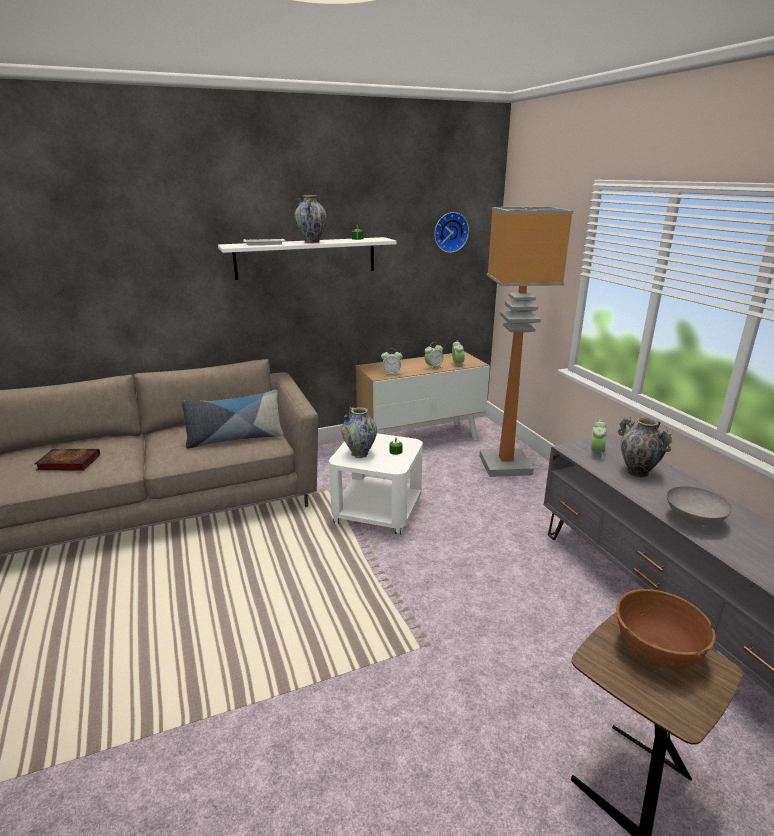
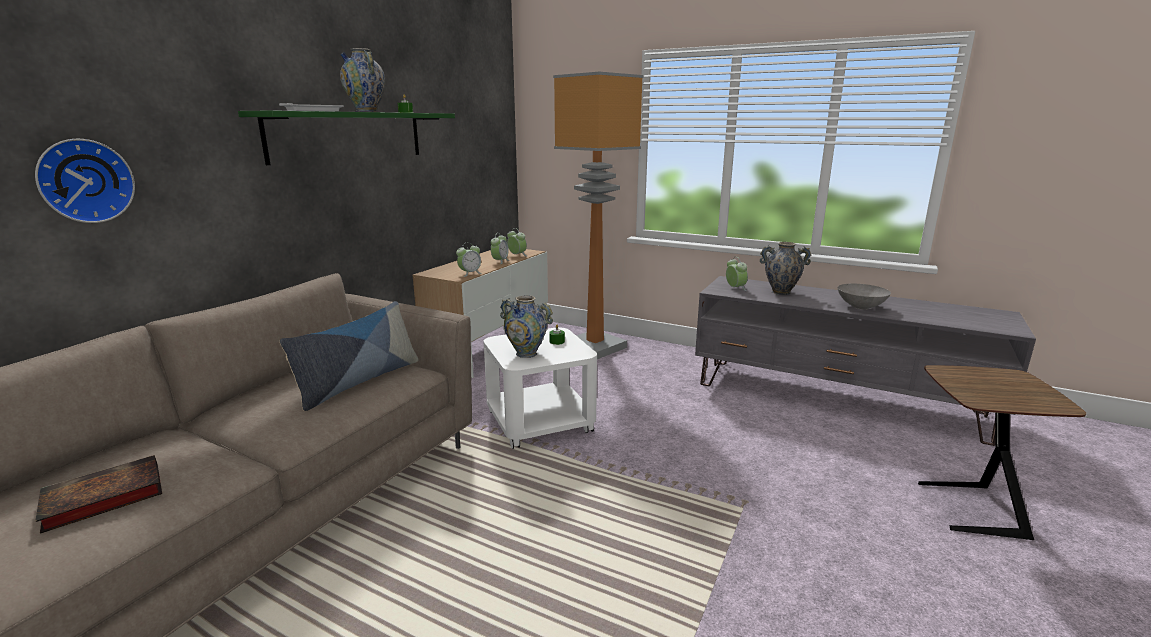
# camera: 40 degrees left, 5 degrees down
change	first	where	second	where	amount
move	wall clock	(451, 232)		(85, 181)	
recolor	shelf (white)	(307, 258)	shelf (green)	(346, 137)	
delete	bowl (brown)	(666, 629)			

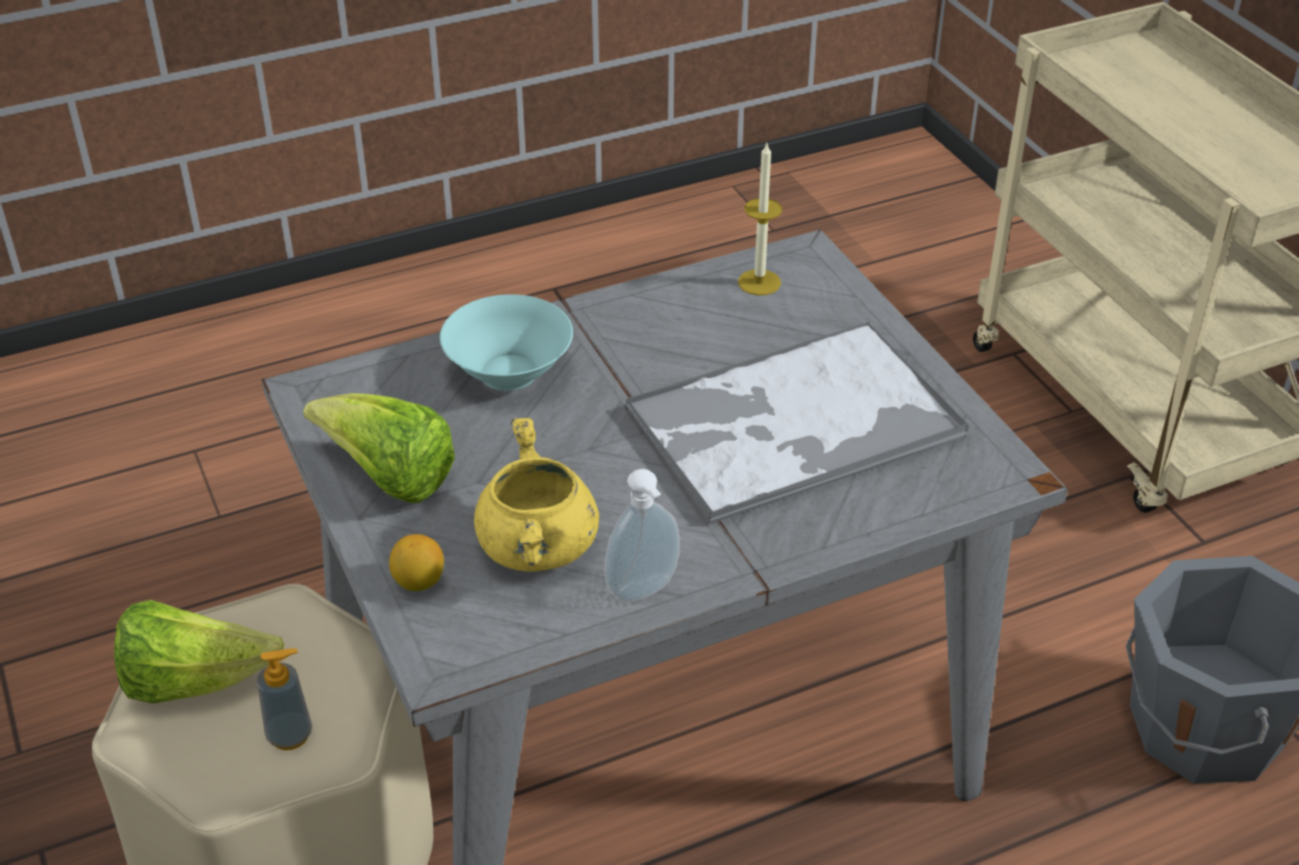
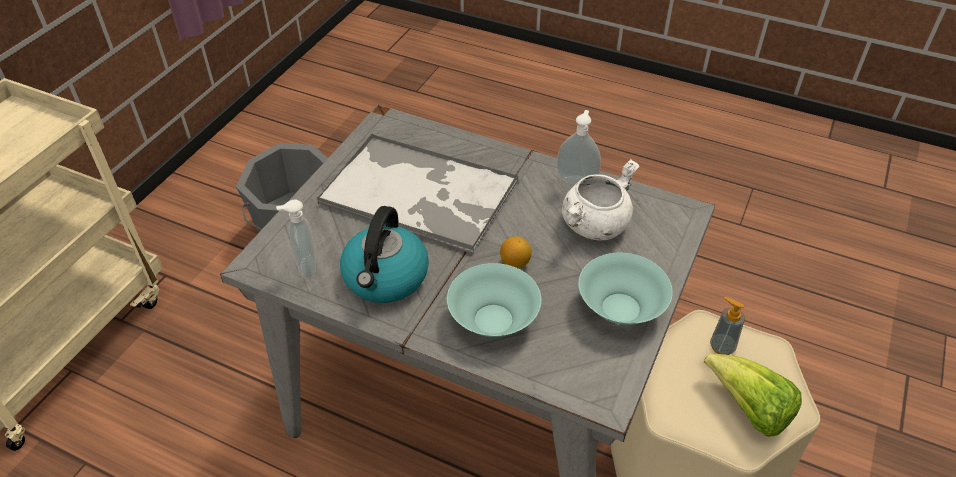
# camera: 130 degrees left, 5 degrees up
change	first	where	second	where	amount
replace	candle	(760, 219)	soap dispenser	(296, 239)	
insert			kettle	(384, 254)	
move	lemon	(416, 562)		(516, 252)	
recolor	cooking pot (yellow)	(536, 495)	cooking pot (white)	(600, 200)	
replace	lettuce	(379, 448)	bowl (turquoise)	(626, 289)	

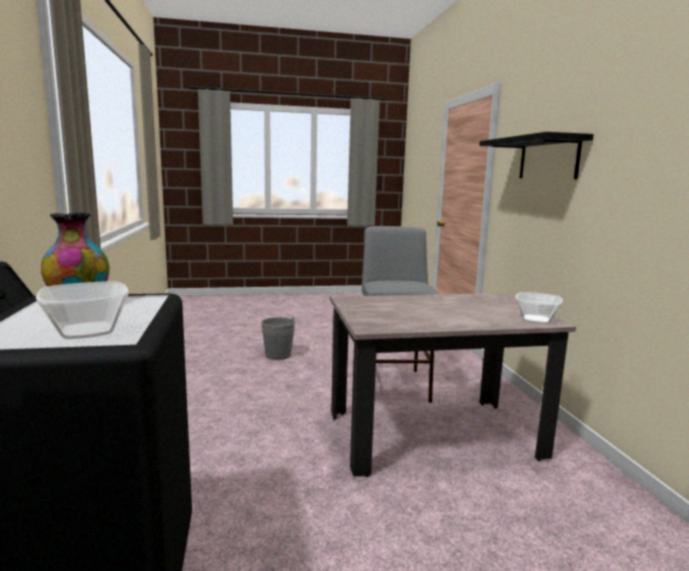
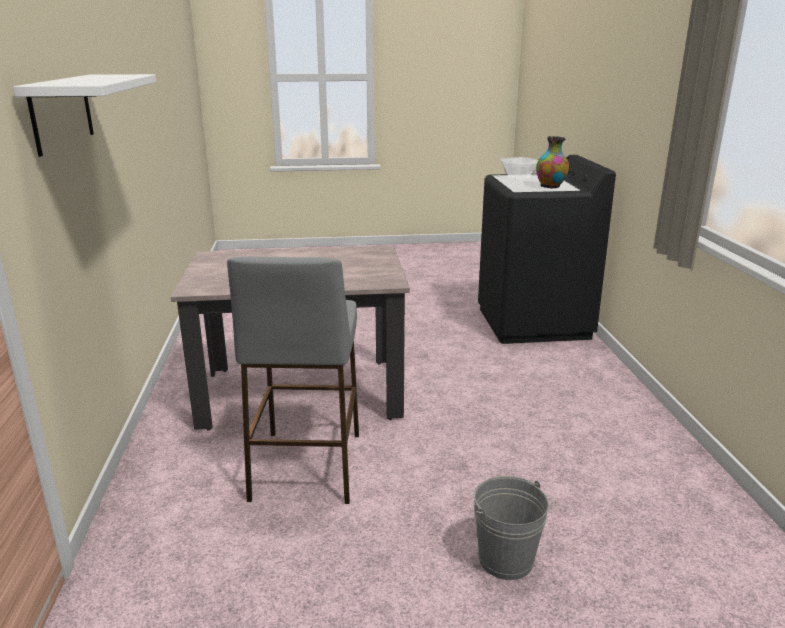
# camera: 175 degrees left, 10 degrees up
change	first	where	second	where	amount
recolor	shelf (black)	(536, 155)	shelf (white)	(84, 115)	
delete	bowl	(539, 308)			

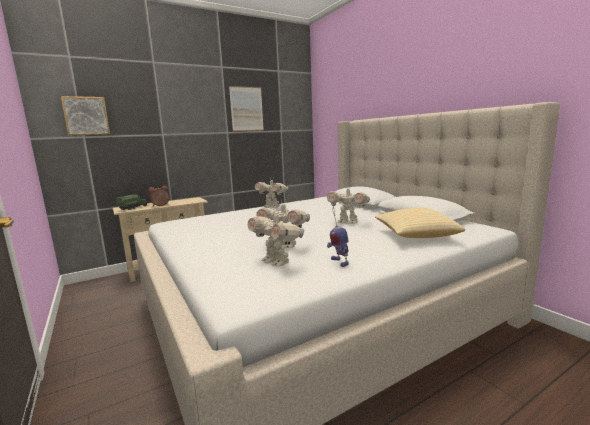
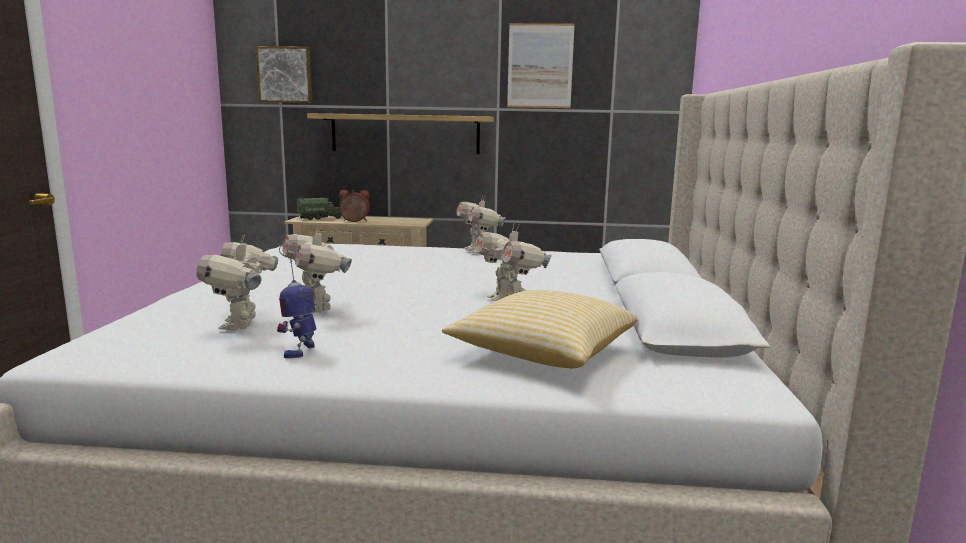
# camera: 35 degrees right, 0 degrees up
change	first	where	second	where	amount
insert			shelf	(400, 133)	

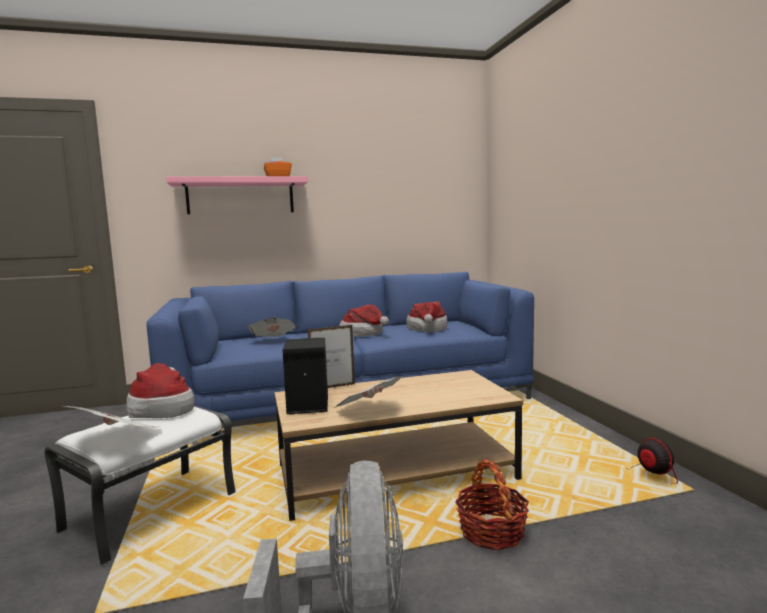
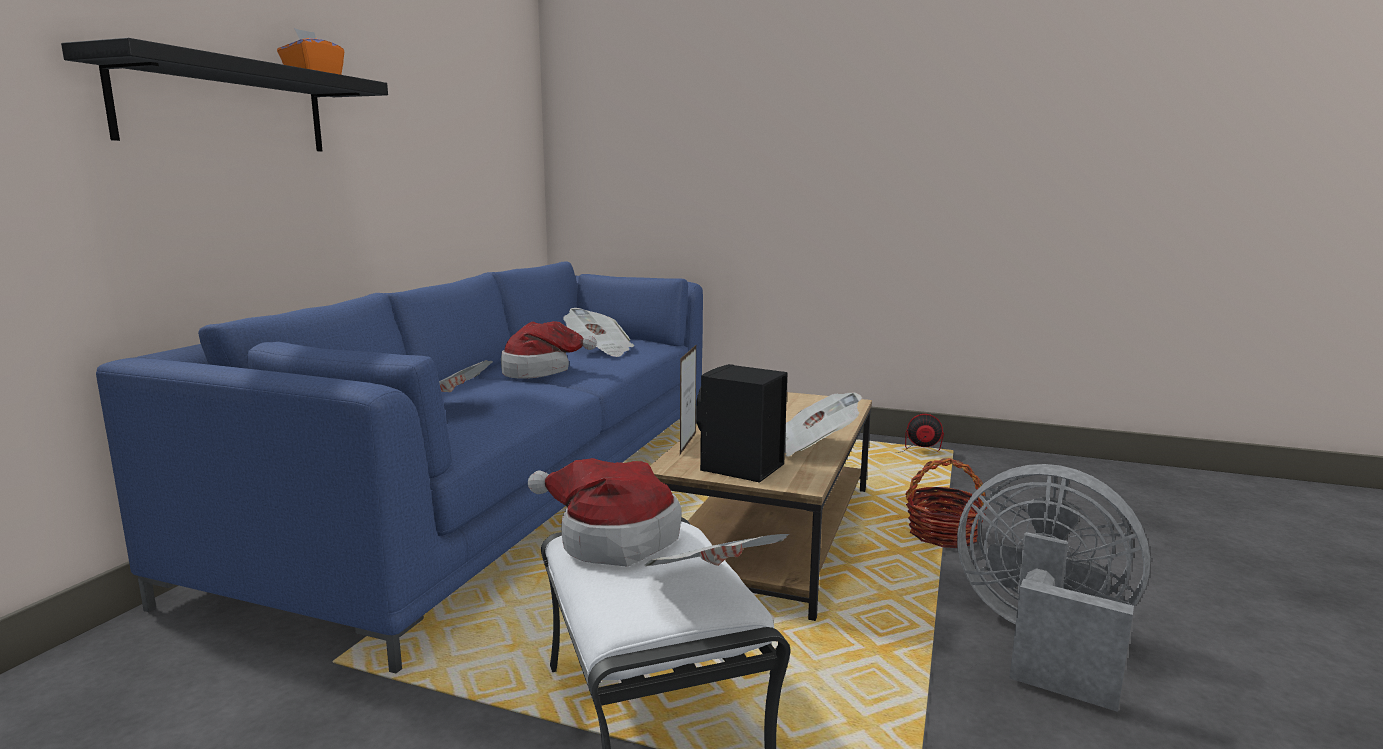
# camera: 55 degrees left, 5 degrees up
change	first	where	second	where	amount
recolor	shelf (pink)	(237, 195)	shelf (black)	(224, 94)	
replace	hat	(426, 316)	newspaper	(598, 332)	

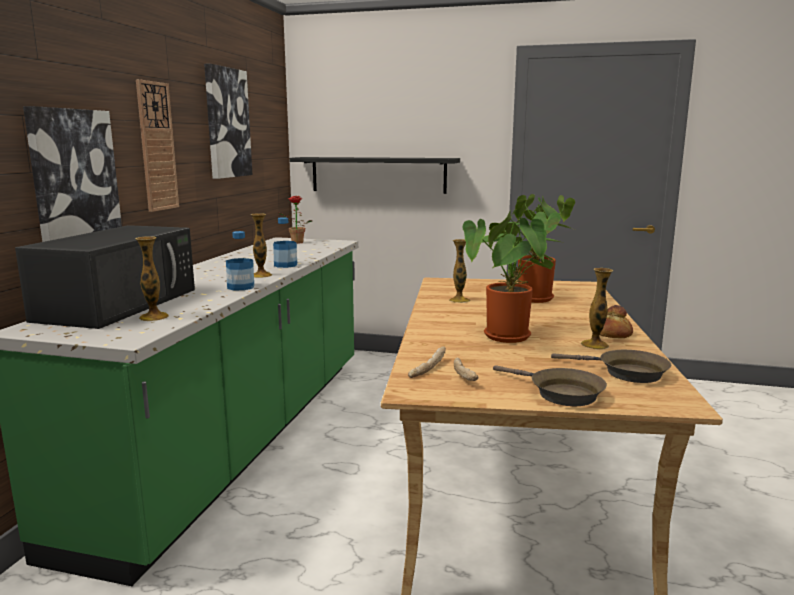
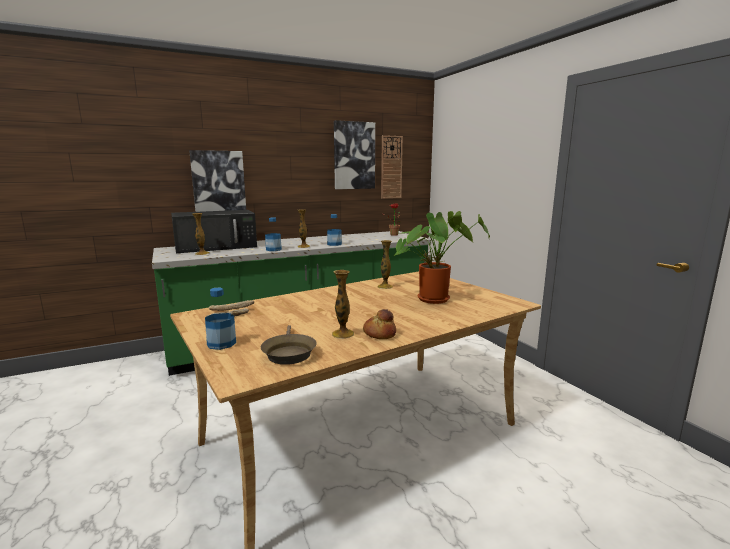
# camera: 50 degrees right, 0 degrees up
change	first	where	second	where	amount
replace	frying pan (brown)	(550, 385)	bottle	(220, 319)	
move	wall clock	(157, 145)		(392, 167)	
delete	shelf (black)	(375, 175)			
delete	potted plant	(511, 276)			

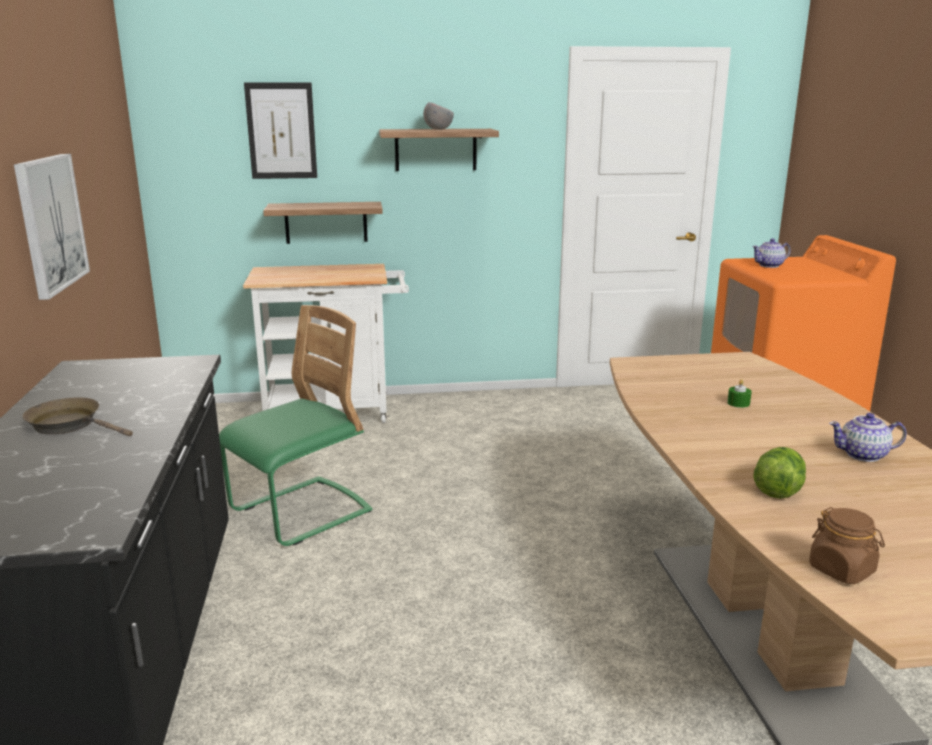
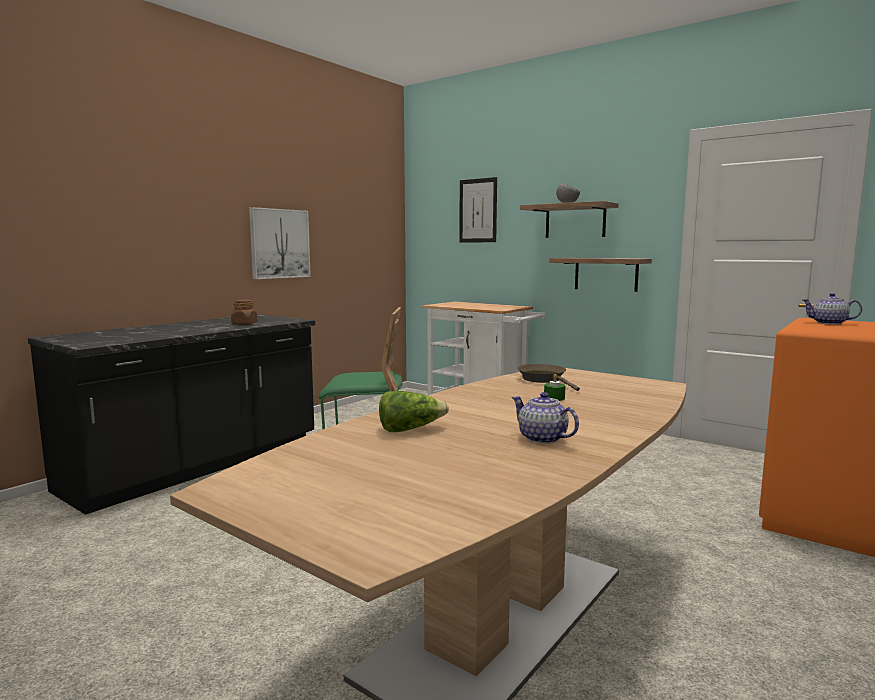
# camera: 45 degrees right, 10 degrees down
change	first	where	second	where	amount
move	jar (brown)	(847, 545)		(244, 312)	
move	frying pan (brown)	(77, 416)		(548, 377)	
move	shelf	(323, 223)		(600, 275)	

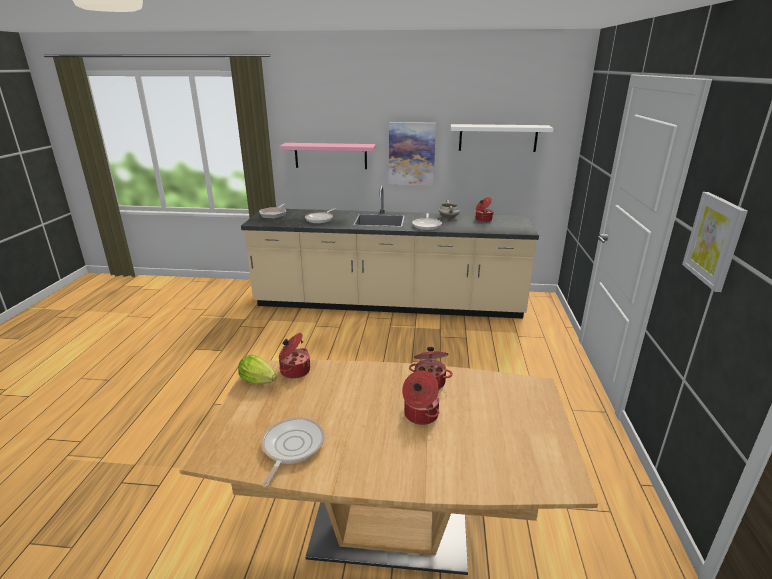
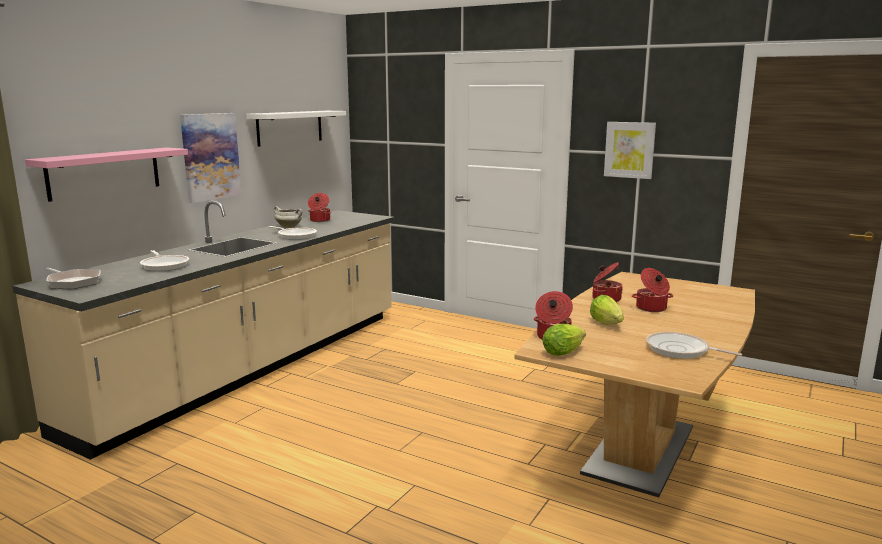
# camera: 65 degrees left, 10 degrees down
change	first	where	second	where	amount
insert			lettuce	(607, 310)	

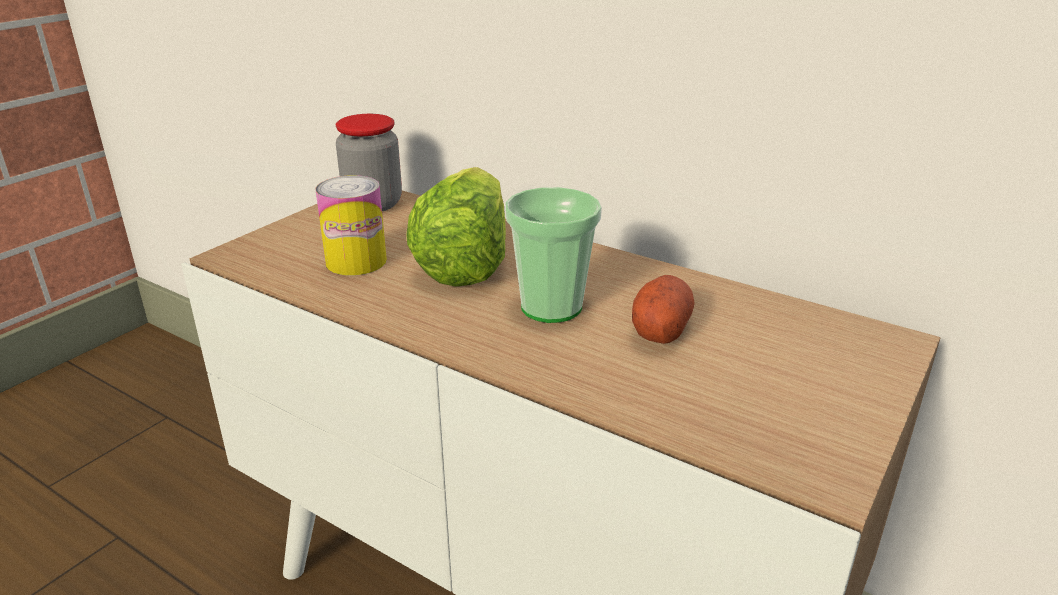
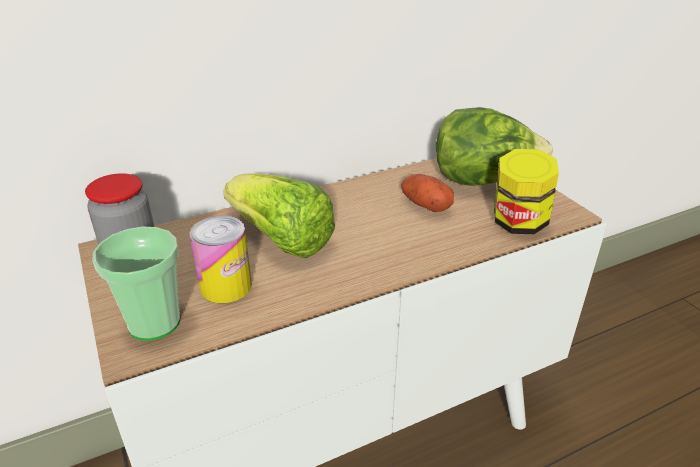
# camera: 60 degrees left, 5 degrees up
change	first	where	second	where	amount
move	cup	(553, 255)		(136, 283)	
insert			lettuce	(494, 146)	
insert			jar	(526, 191)	

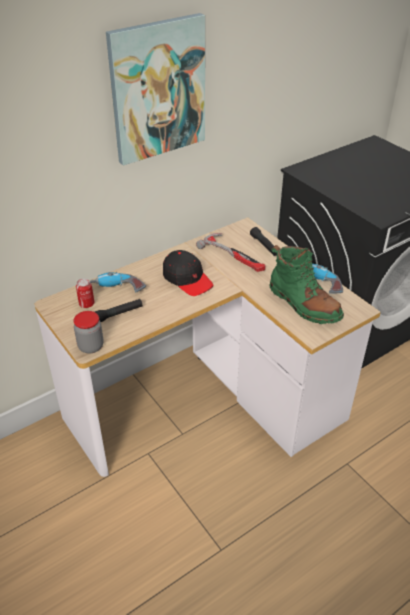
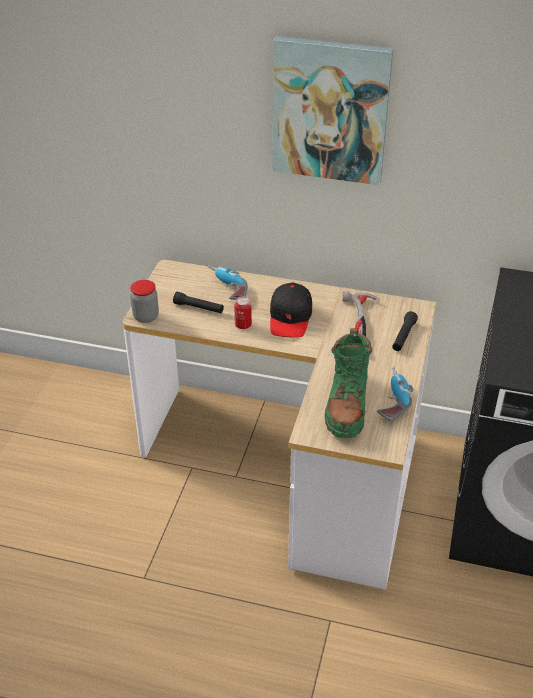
# camera: 50 degrees right, 0 degrees up
change	first	where	second	where	amount
move	can	(85, 293)		(243, 313)	

